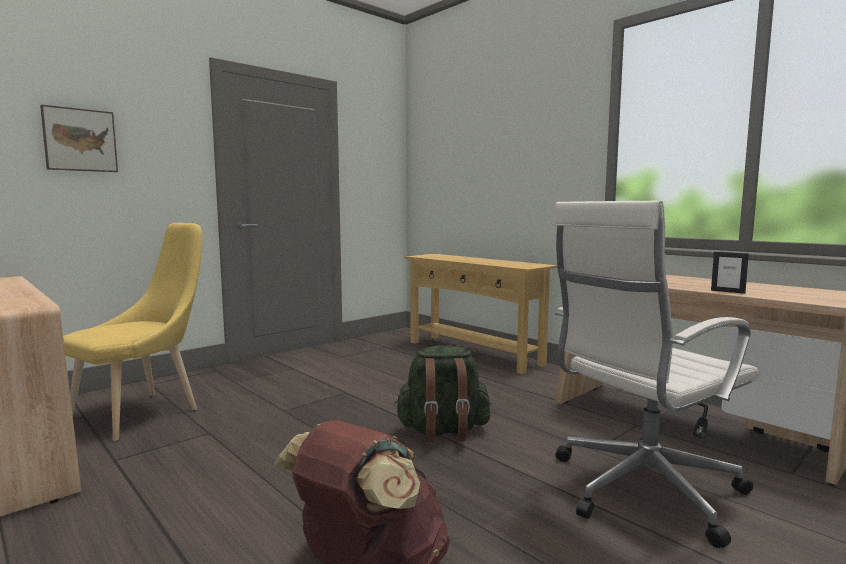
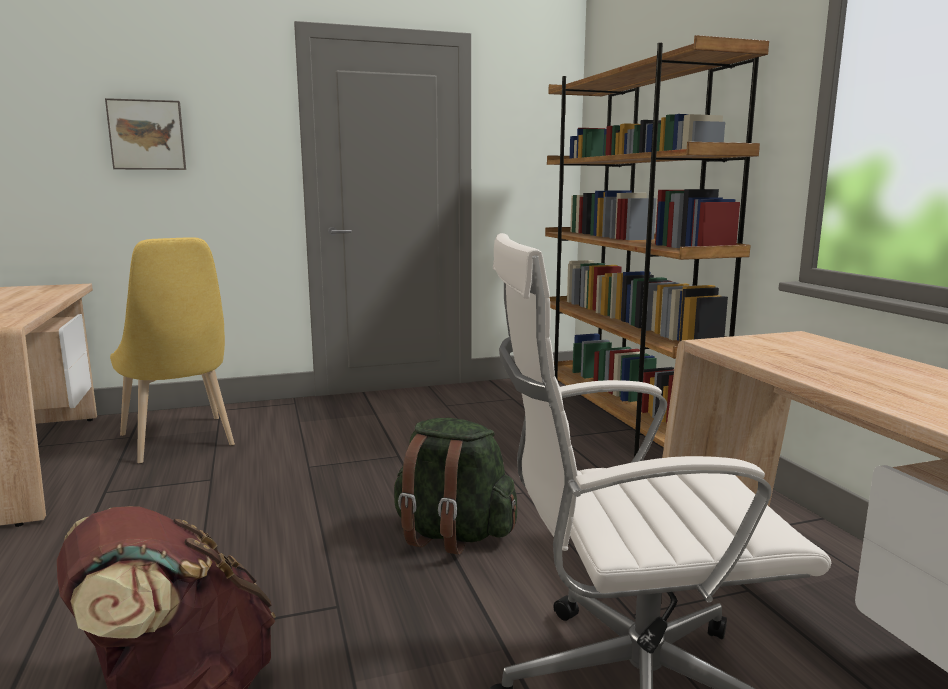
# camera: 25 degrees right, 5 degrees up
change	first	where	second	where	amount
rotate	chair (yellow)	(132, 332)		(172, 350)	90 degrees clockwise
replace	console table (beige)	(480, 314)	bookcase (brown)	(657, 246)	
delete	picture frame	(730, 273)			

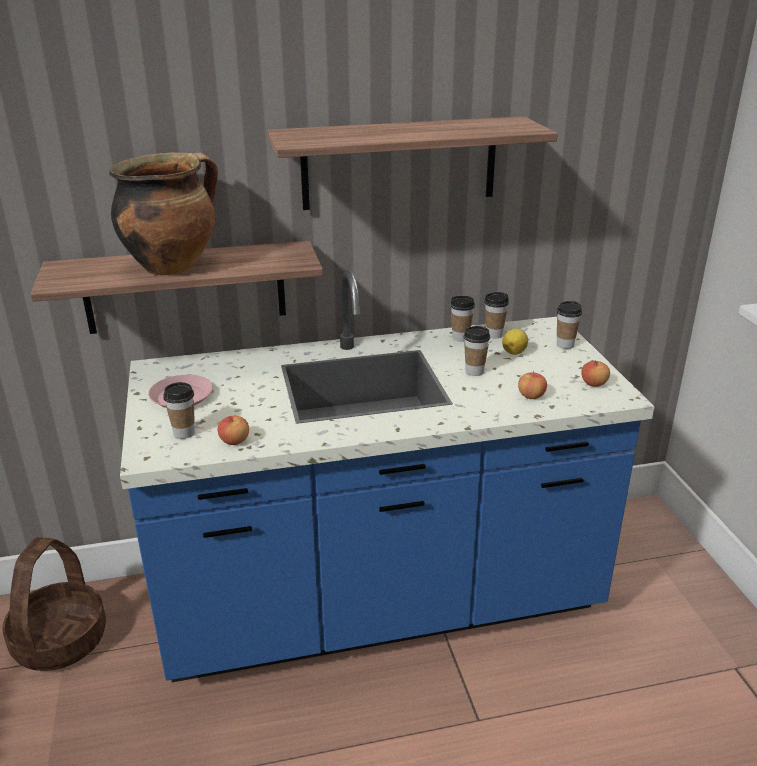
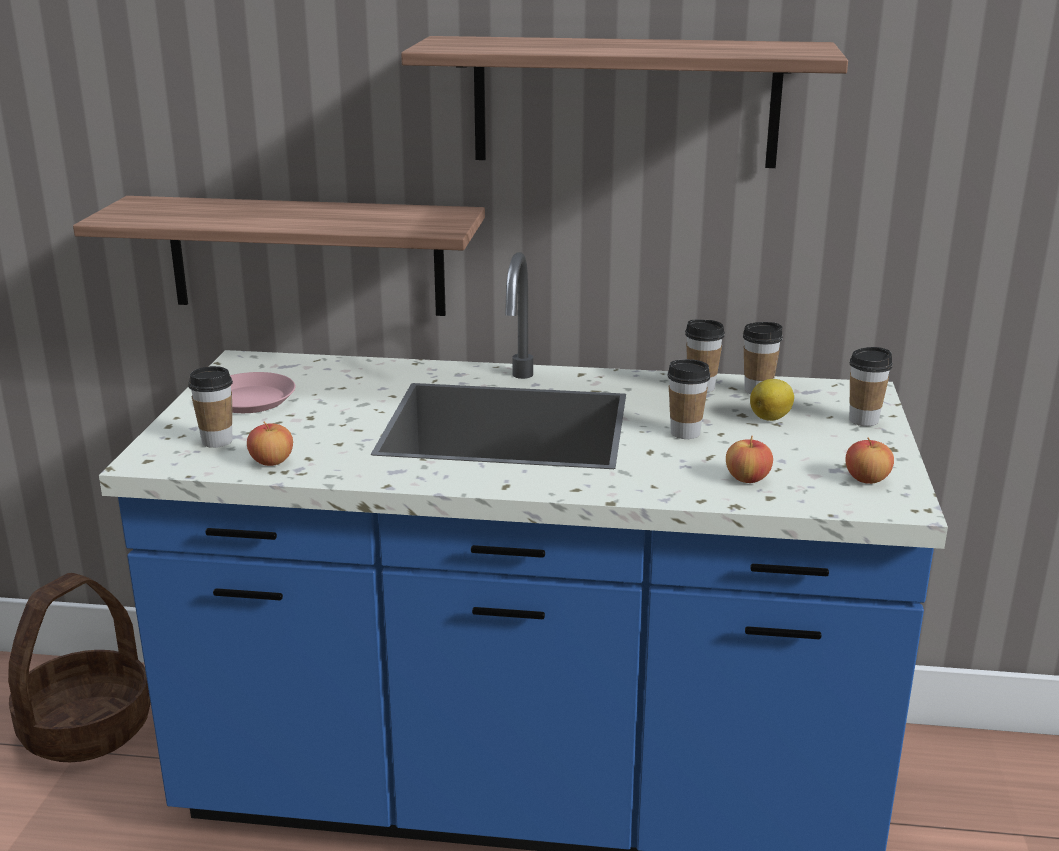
# camera: 20 degrees right, 5 degrees down
change	first	where	second	where	amount
delete	cooking pot	(163, 213)			

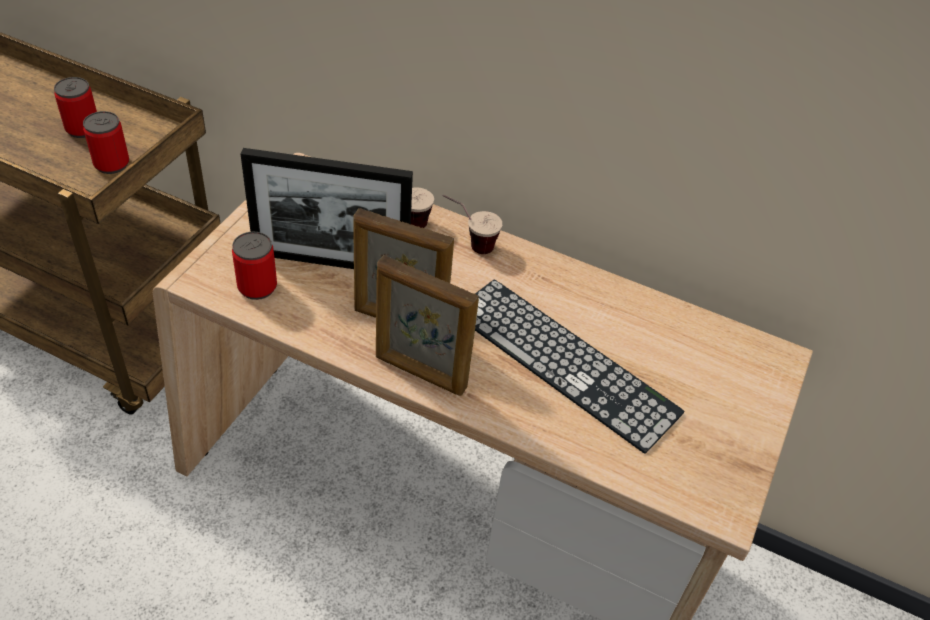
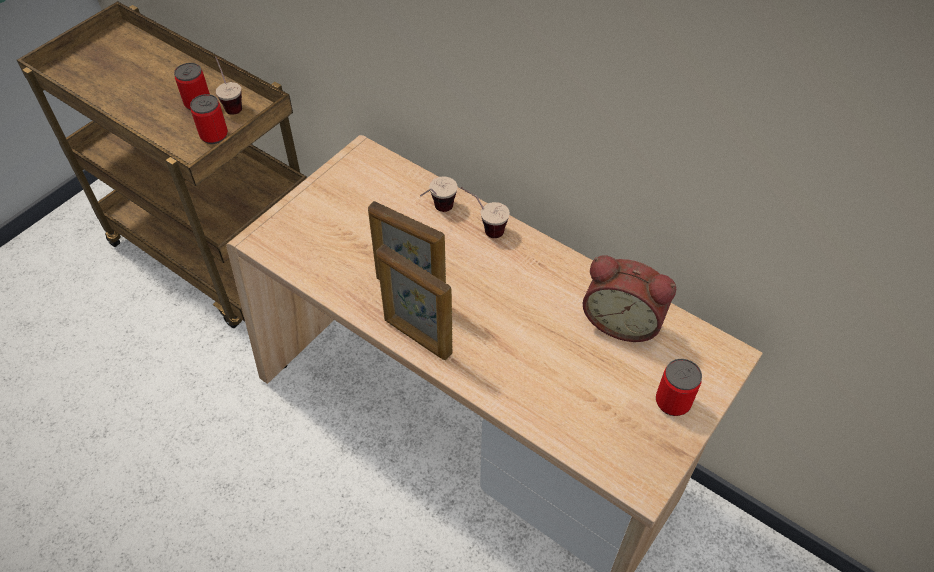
# camera: 15 degrees right, 5 degrees up
change	first	where	second	where	amount
insert			cup	(228, 86)	
insert			alarm clock	(629, 299)	
move	can	(254, 265)		(679, 387)	
delete	picture frame	(327, 208)			
delete	keyboard	(580, 367)			

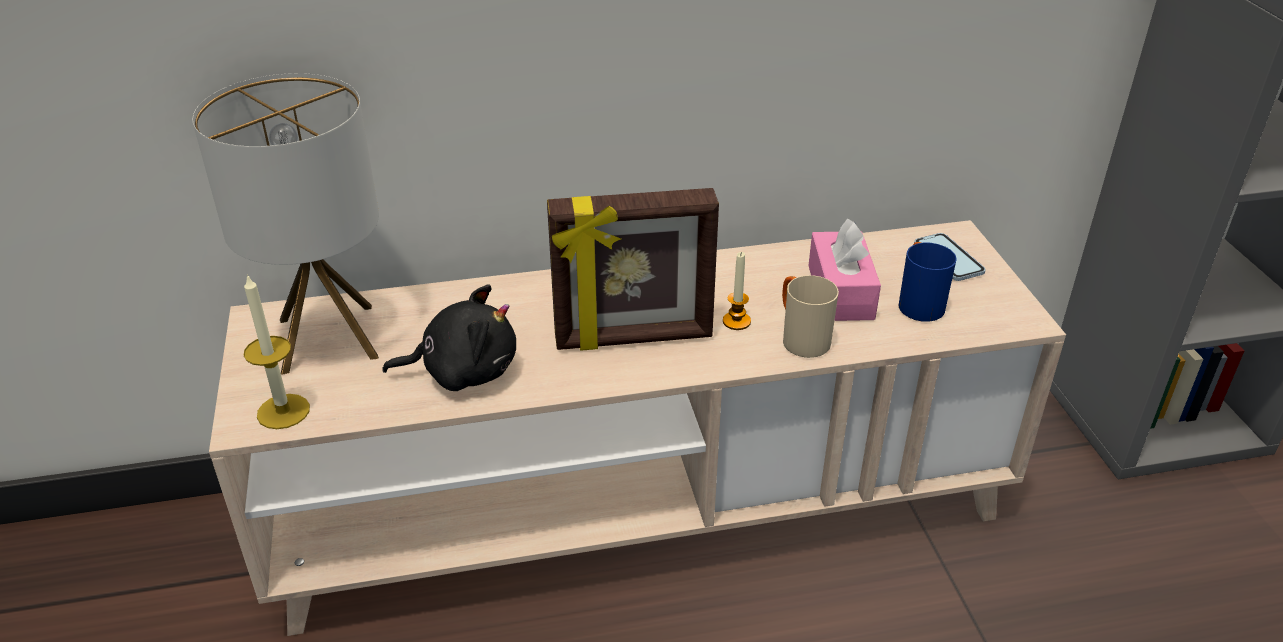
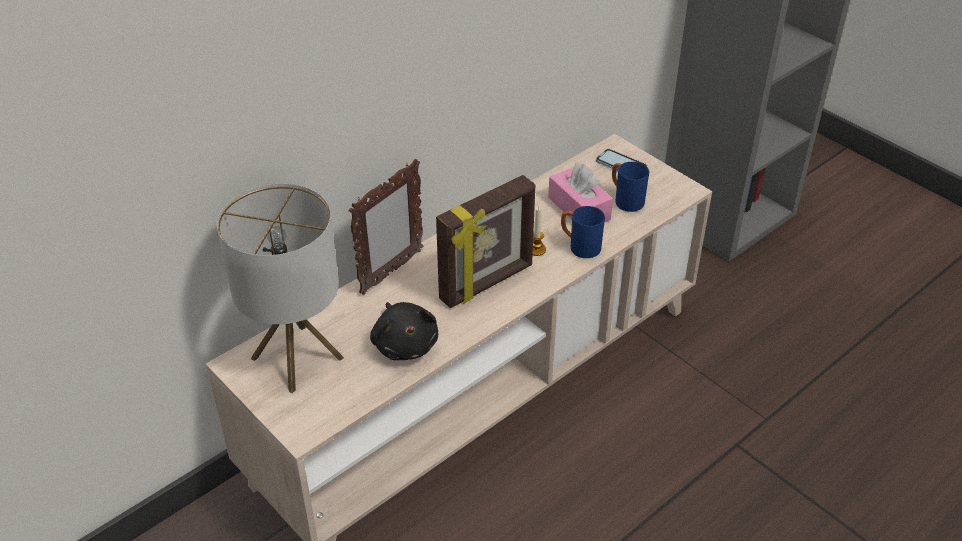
# camera: 30 degrees left, 5 degrees up
change	first	where	second	where	amount
insert			picture frame	(386, 227)	
rotate	plush toy (black)	(449, 338)		(404, 331)	105 degrees clockwise
recolor	mug (beige)	(810, 316)	mug (blue)	(583, 232)	
delete	candle	(277, 351)			

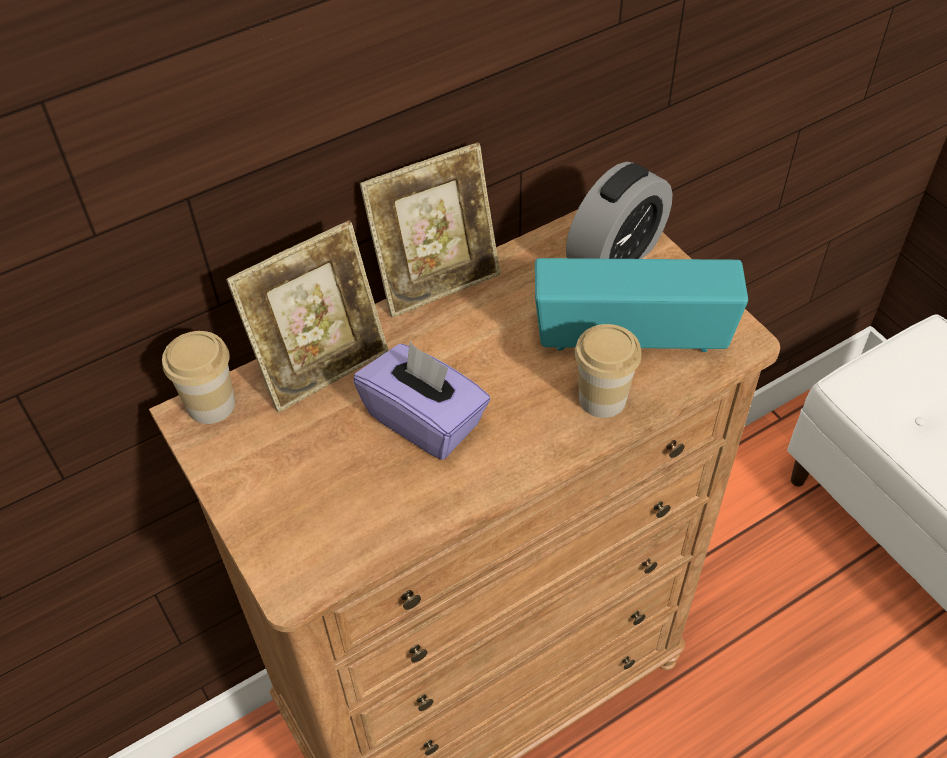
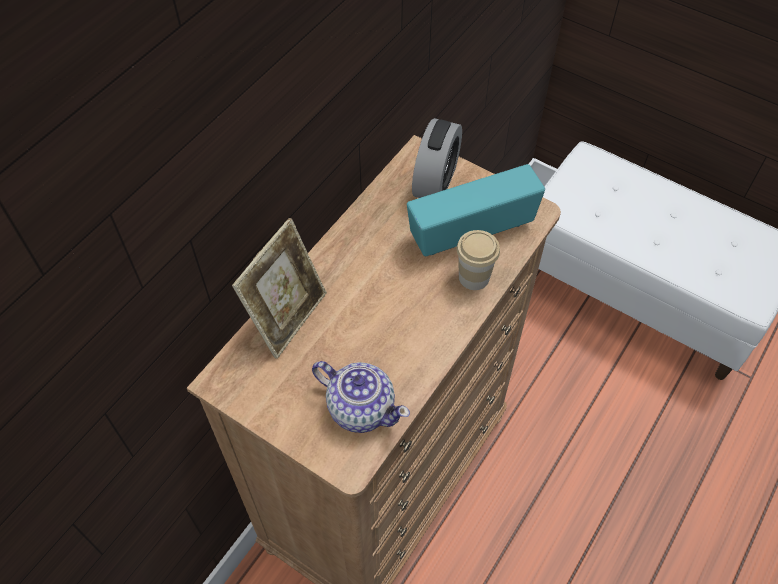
# camera: 25 degrees left, 5 degrees up
change	first	where	second	where	amount
insert			teapot	(361, 397)	
delete	cup	(198, 377)			
delete	tissue box (purple)	(421, 401)			
delete	picture frame	(430, 230)			

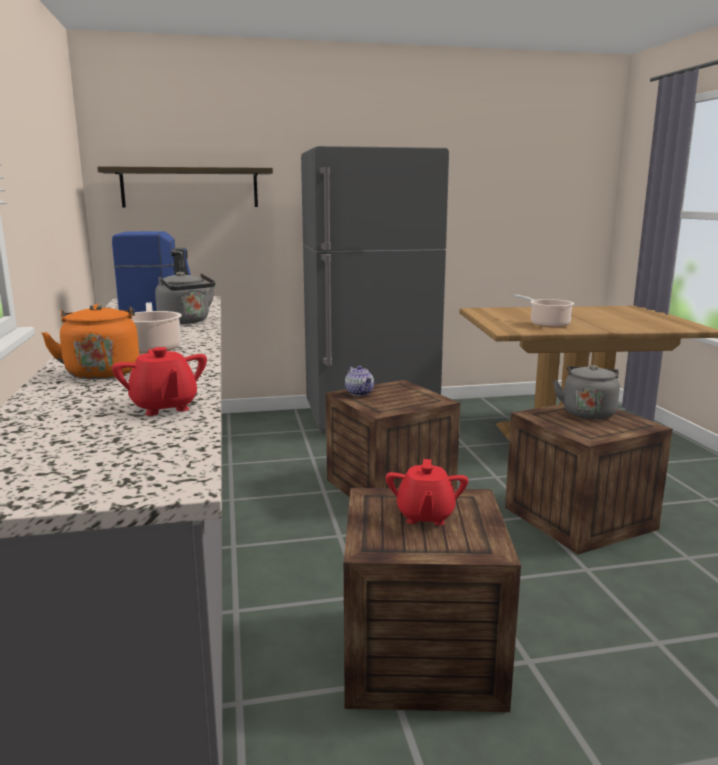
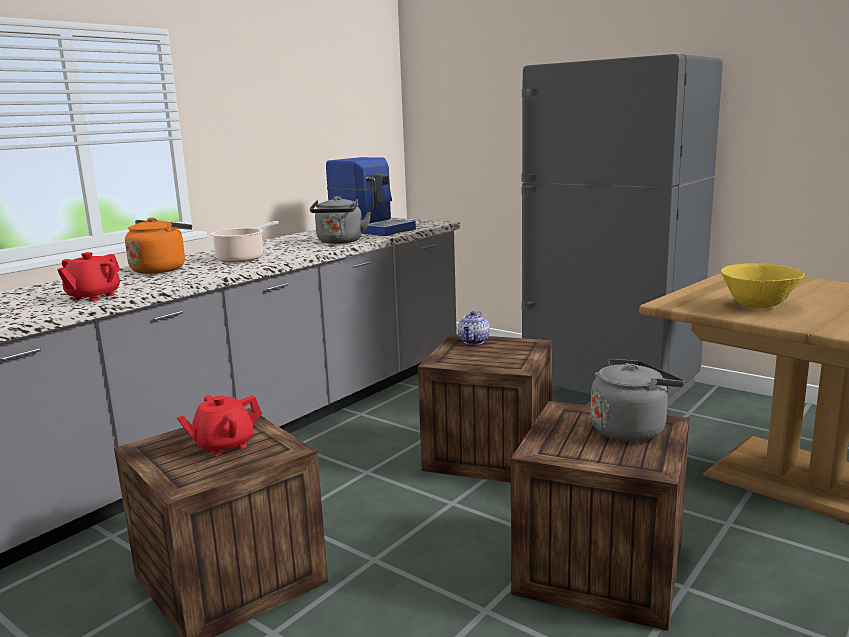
# camera: 50 degrees right, 0 degrees up
change	first	where	second	where	amount
replace	cooking pot	(544, 311)	bowl (yellow)	(763, 285)	
delete	shelf	(185, 186)			

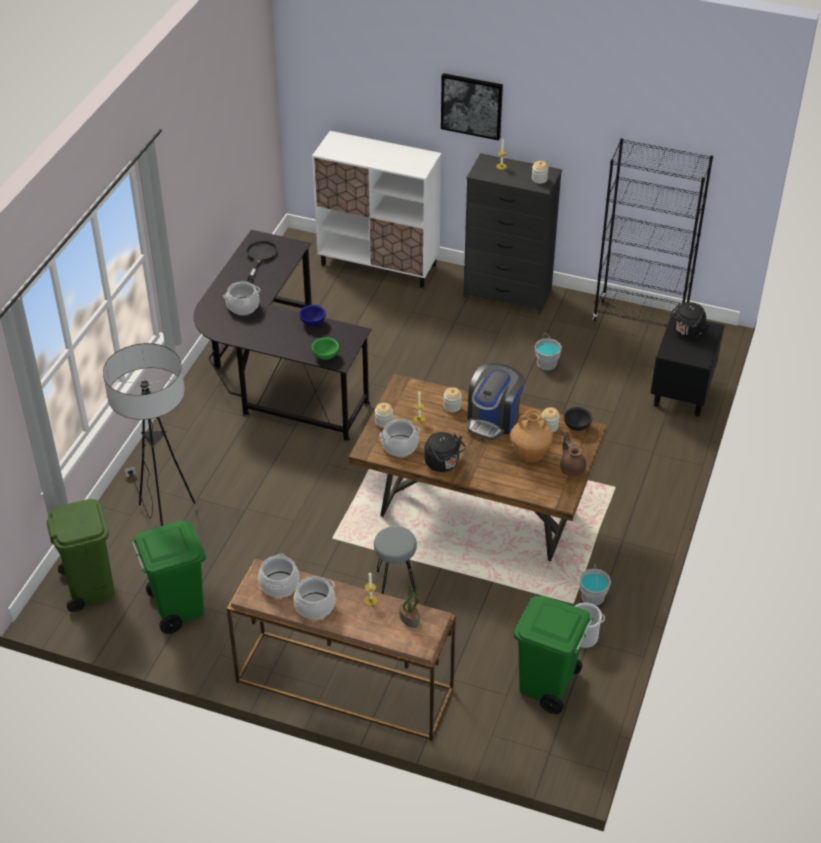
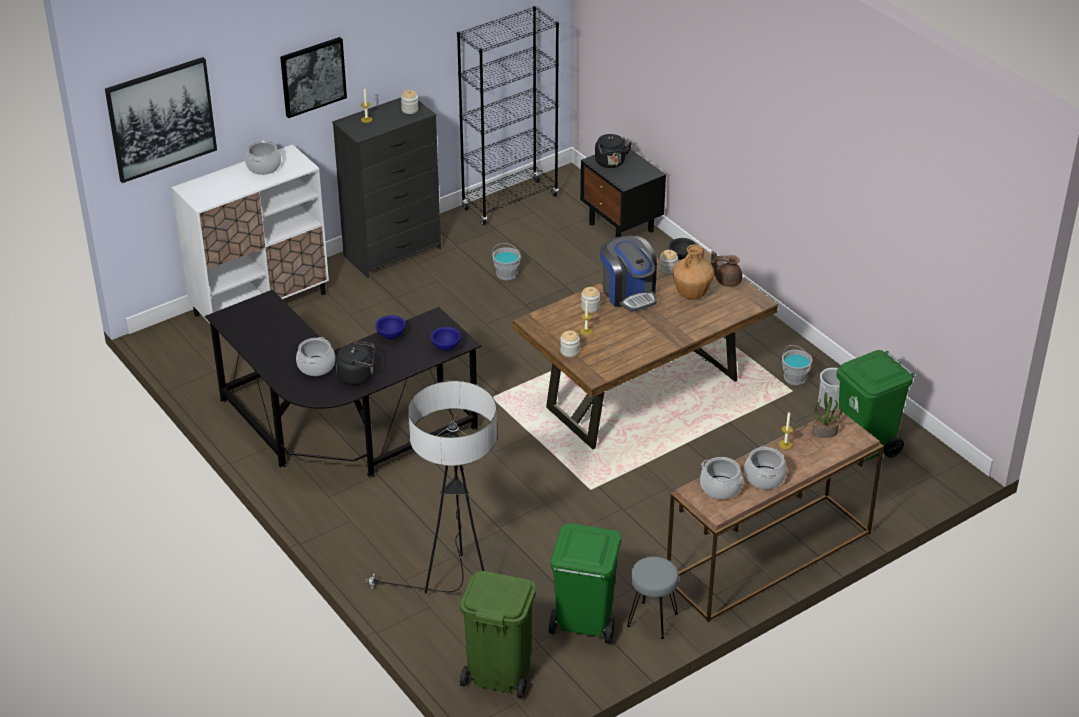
# camera: 55 degrees left, 5 degrees down
change	first	where	second	where	amount
insert			picture	(161, 120)	
move	cooking pot	(399, 438)		(263, 158)	
move	kettle (black)	(445, 452)		(355, 363)	
recolor	bowl (green)	(325, 348)	bowl (blue)	(446, 339)	
move	stool (grey)	(395, 560)		(653, 597)	
delete	frying pan (black)	(262, 260)			

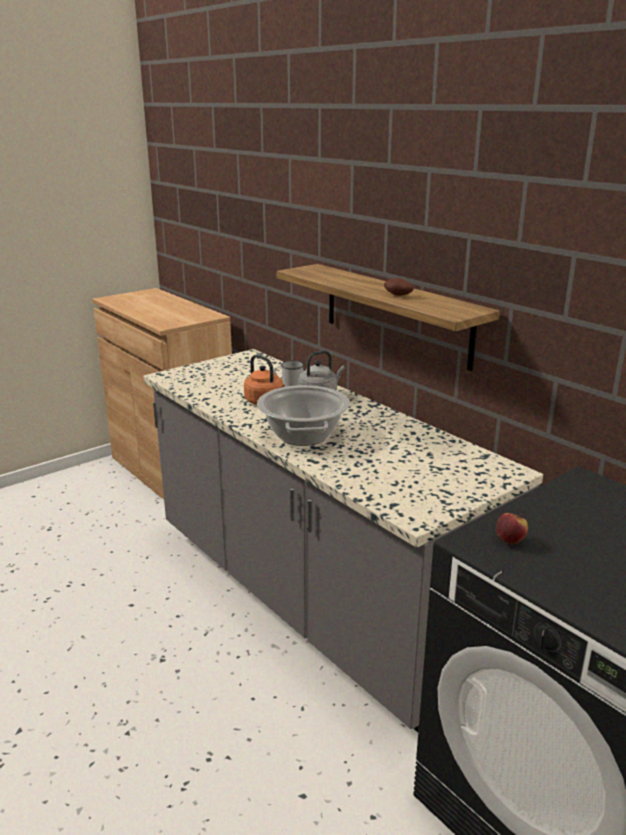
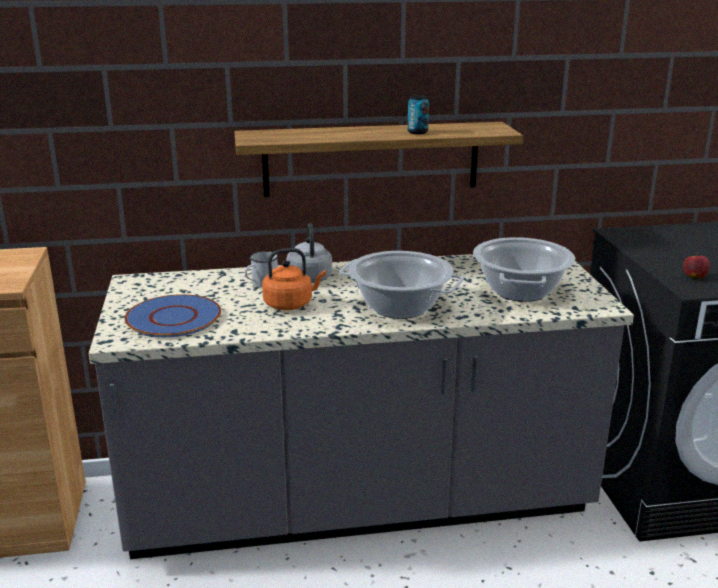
# camera: 60 degrees left, 0 degrees up
change	first	where	second	where	amount
insert			plate (blue)	(172, 315)	
replace	potato	(399, 287)	can	(418, 114)	
insert			cooking pot	(524, 269)	

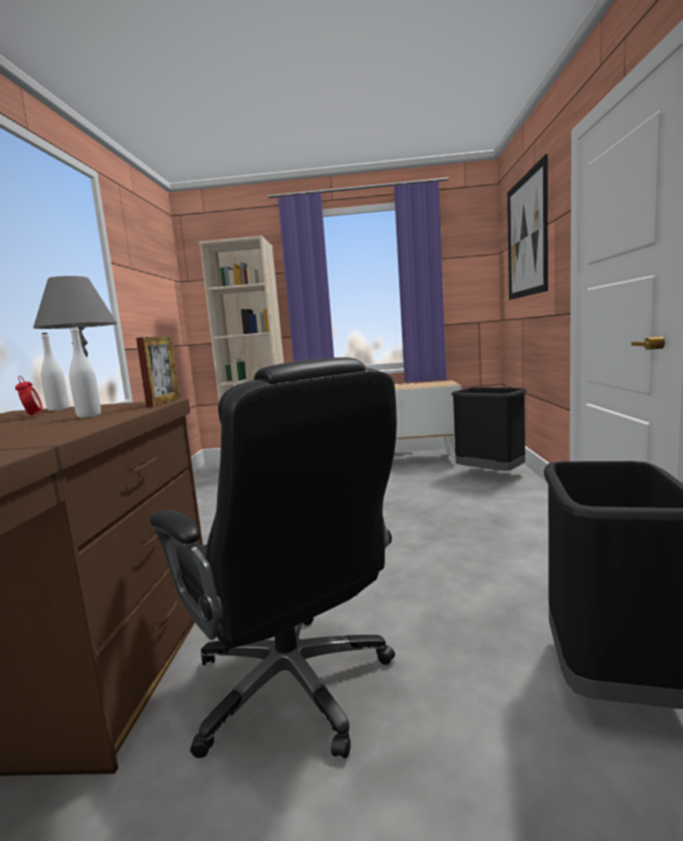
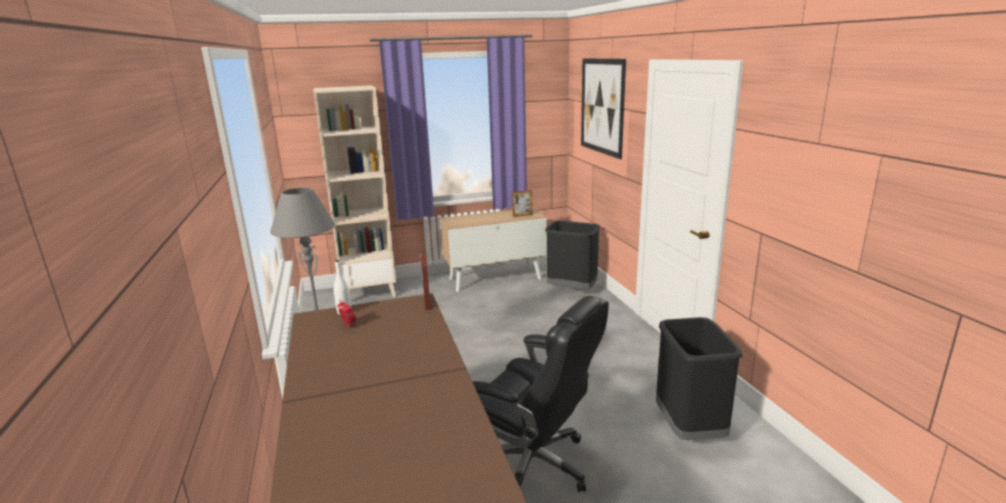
# camera: 20 degrees left, 10 degrees up
change	first	where	second	where	amount
insert			picture frame	(522, 203)	
delete	bottle (white)	(85, 372)			

